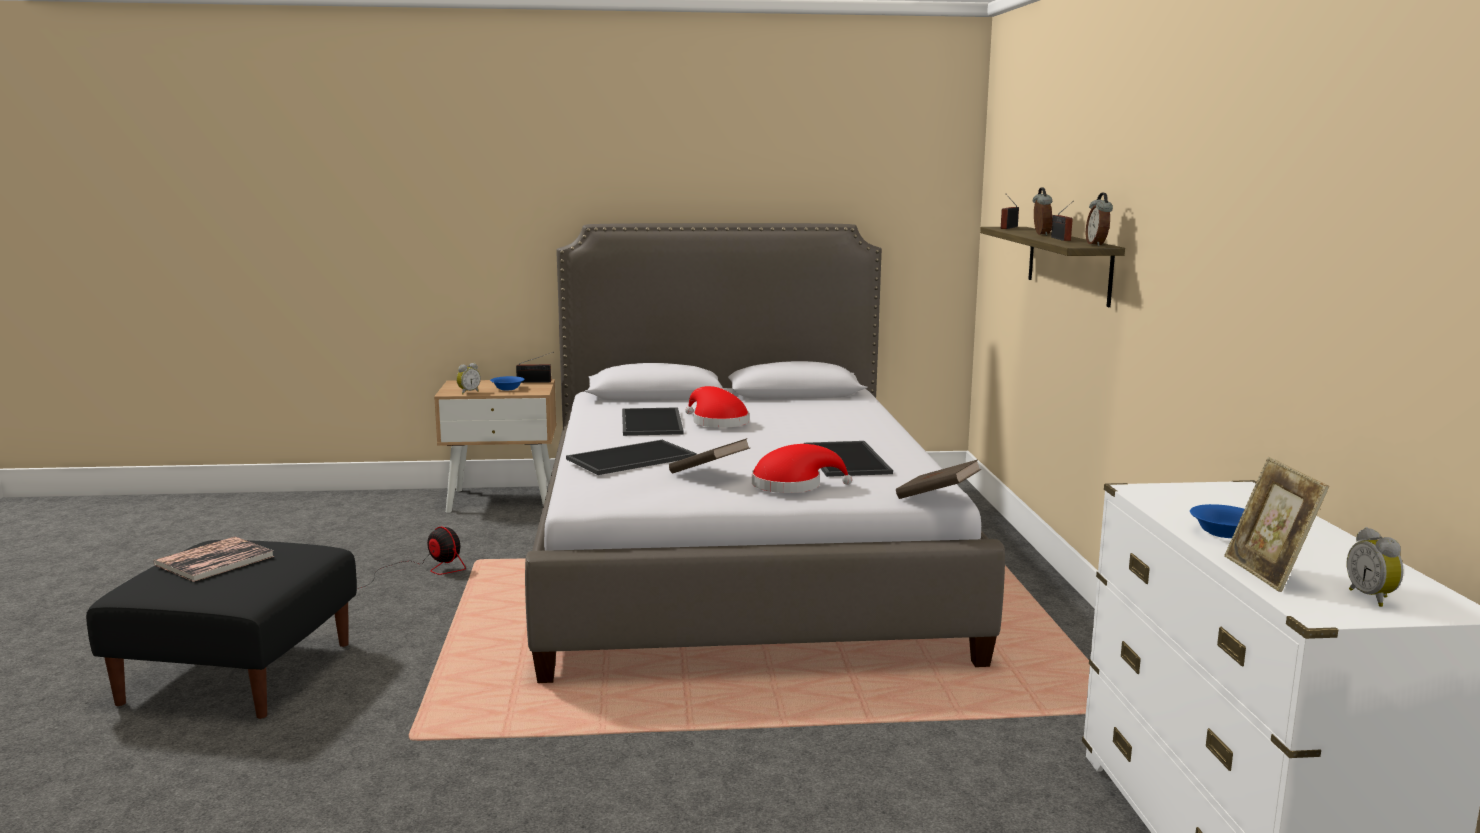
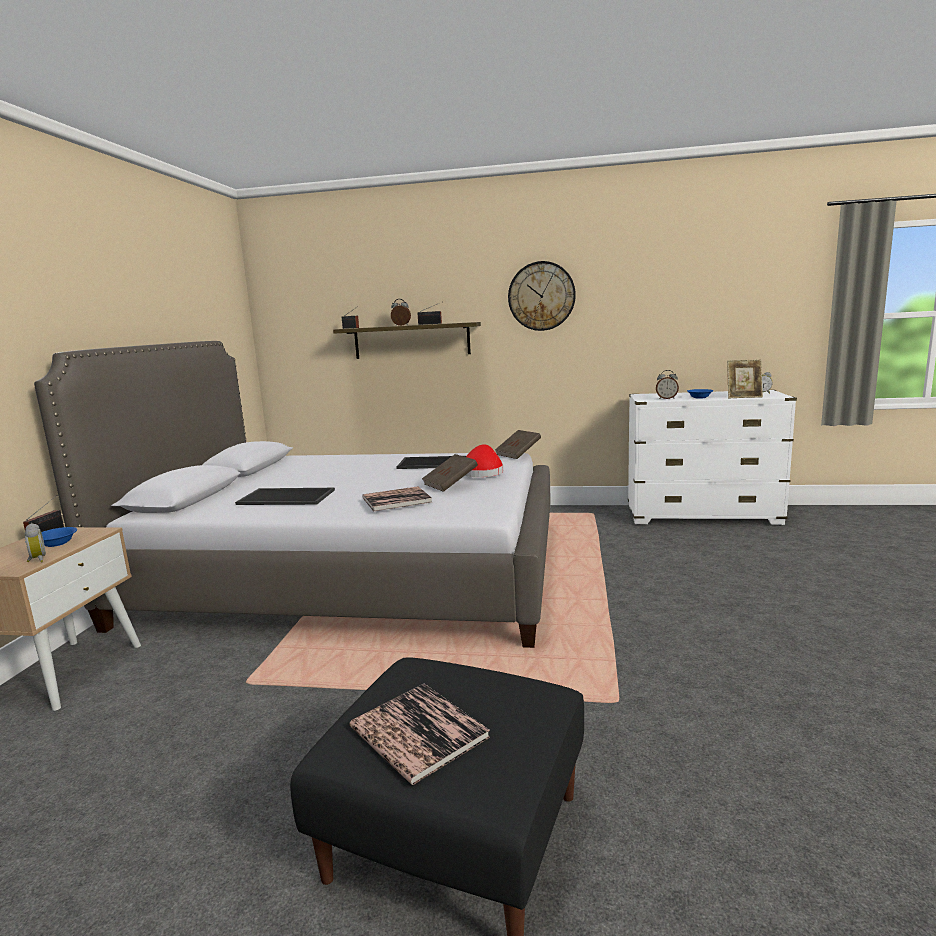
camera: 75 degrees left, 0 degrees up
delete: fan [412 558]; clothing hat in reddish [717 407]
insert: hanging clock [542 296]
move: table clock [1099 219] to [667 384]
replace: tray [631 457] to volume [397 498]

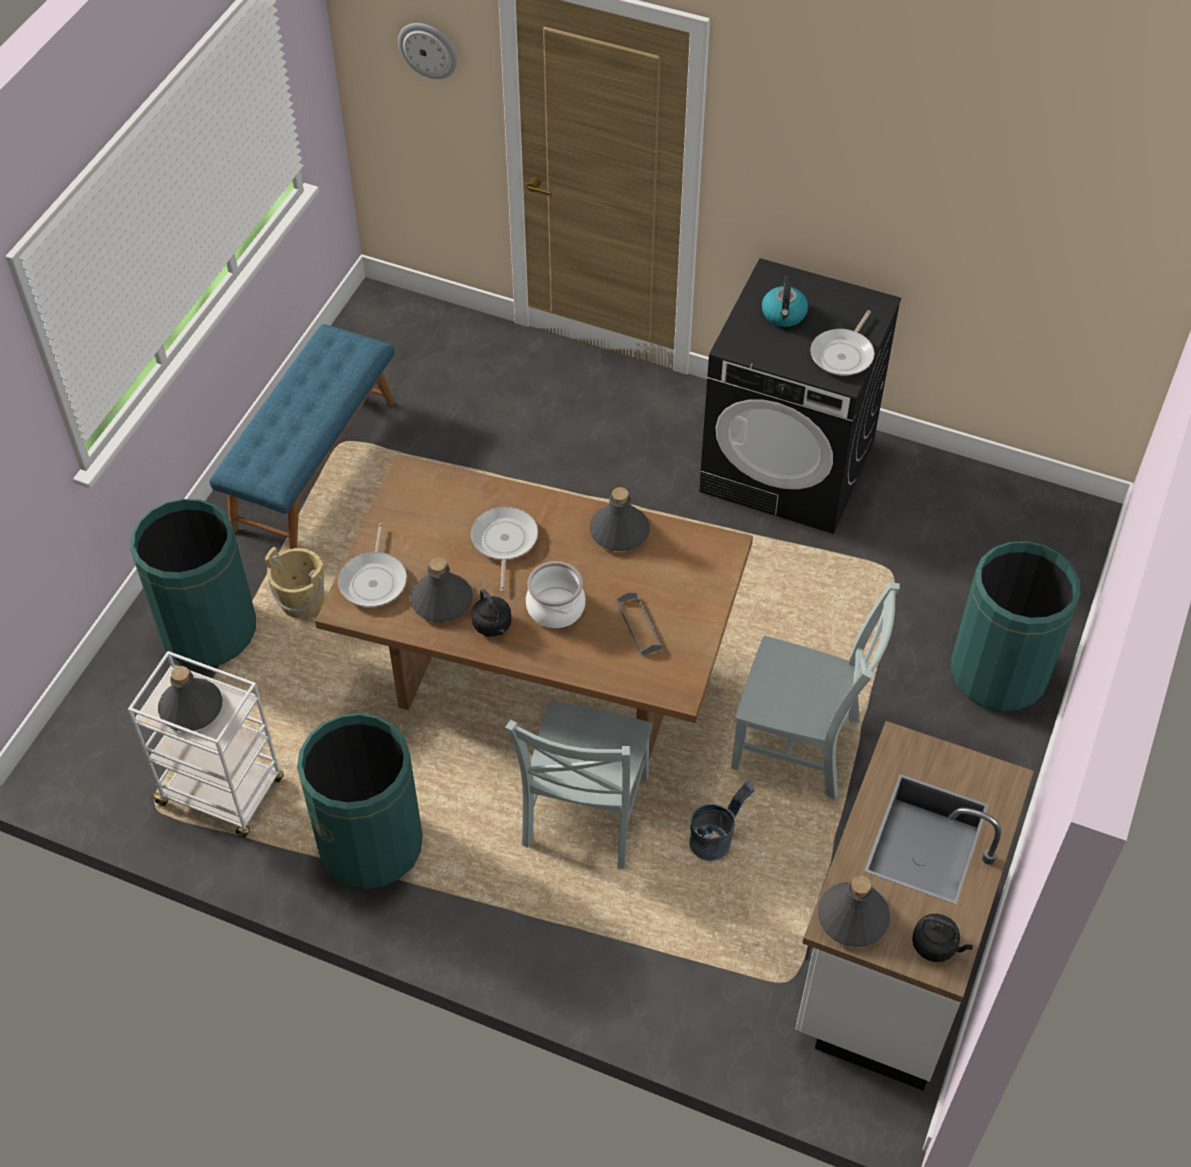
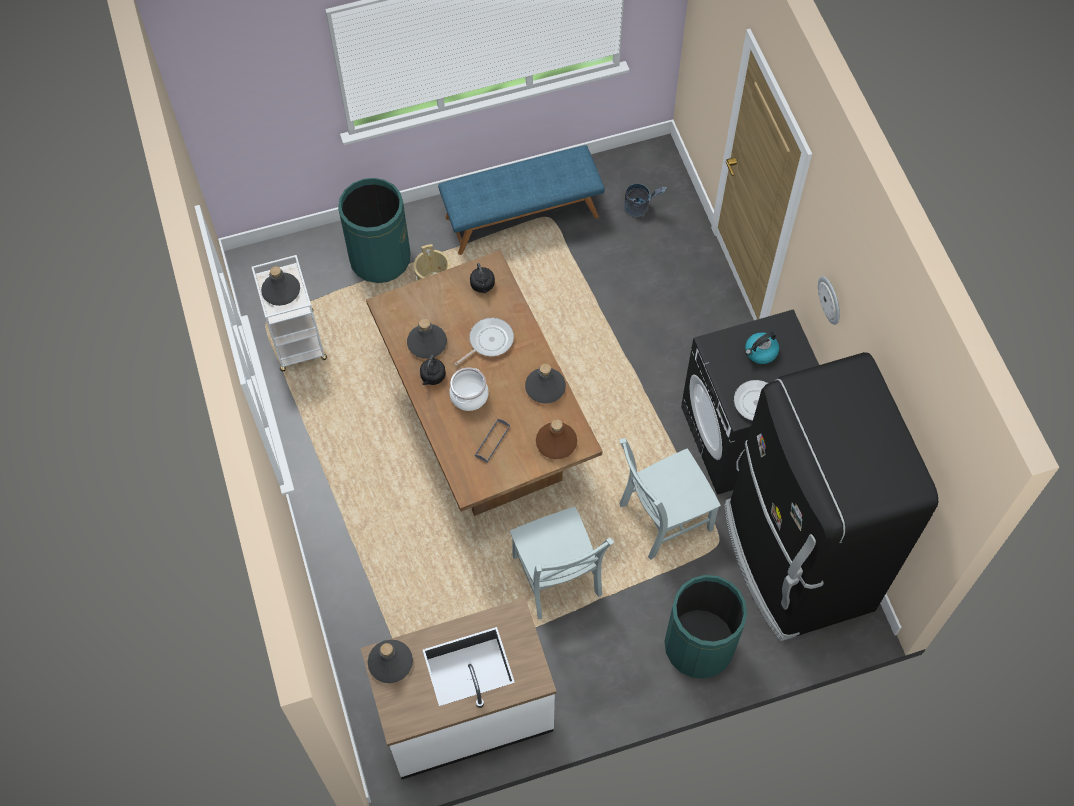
camera: 50 degrees right, 10 degrees up
delete: waste bin in greenish [360 801]; frying pan [372 565]
insert: bottle in brown [556 439]; fridge in black-coloured [831 496]
move: hanging clock [427 51] to [829 300]; upright chair in gray [579 785] to [670 499]; bucket in gray [722 820] to [645 200]; kettle in black-coloured [942 938] to [482 278]

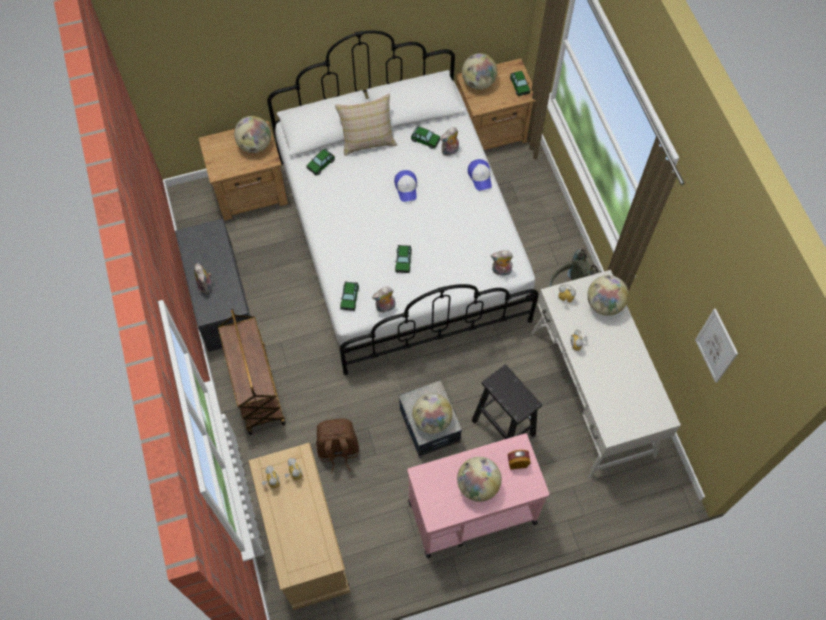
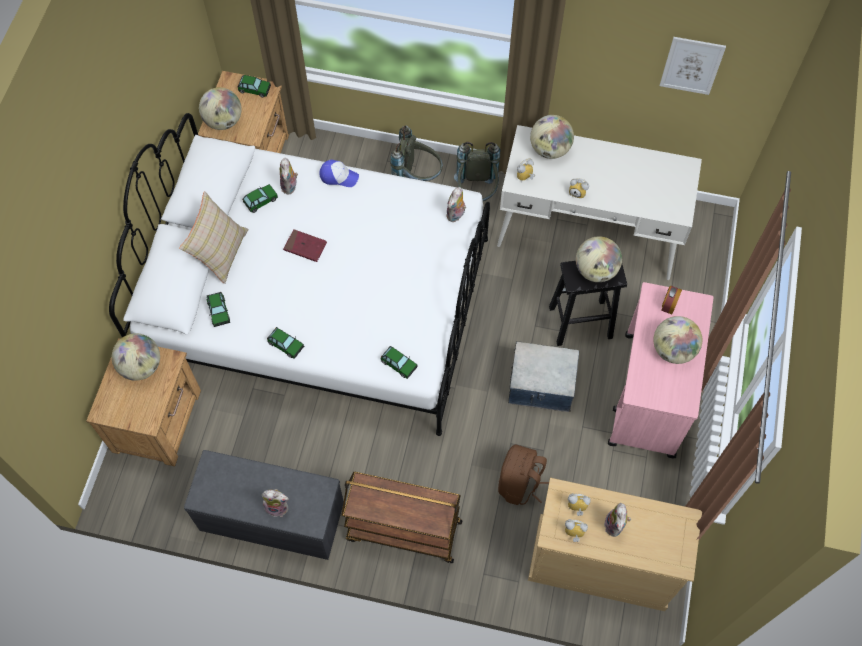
camera: 60 degrees left, 0 degrees up
insert: rucksack in gray [416 153]
move: cuddly toy [383 300] to [617 520]; model car [403 259] to [285 343]; globe [432 413] to [599 259]
replace: baseball cap [405 186] to volume in reddish [305 245]

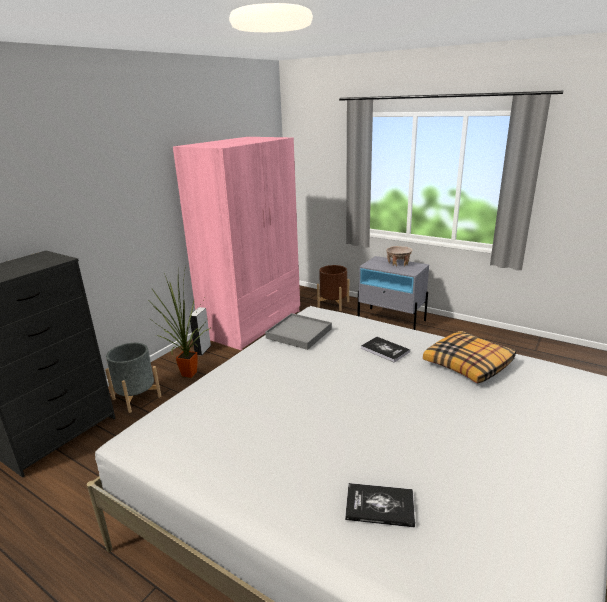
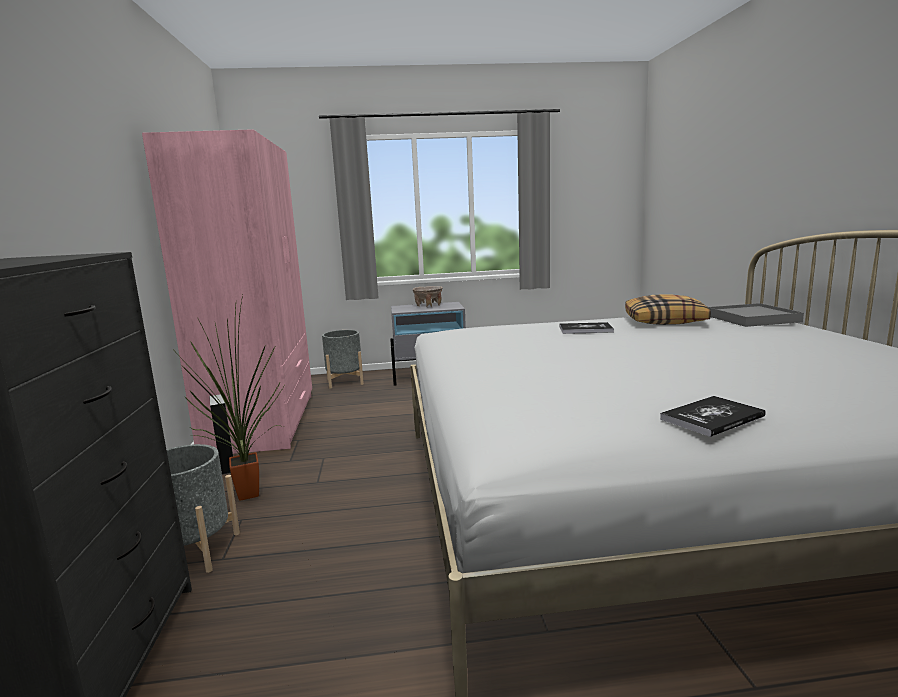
camera: 40 degrees left, 10 degrees down
move: tray in gray [298 331] to [756 315]; volume [380 505] to [713 416]
recolor: flower pot in brown [333 288] to flower pot in gray [343 359]

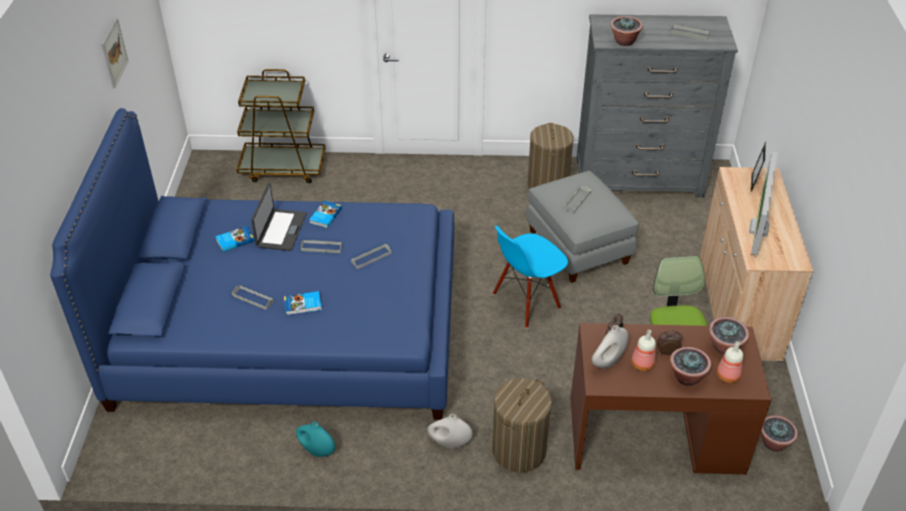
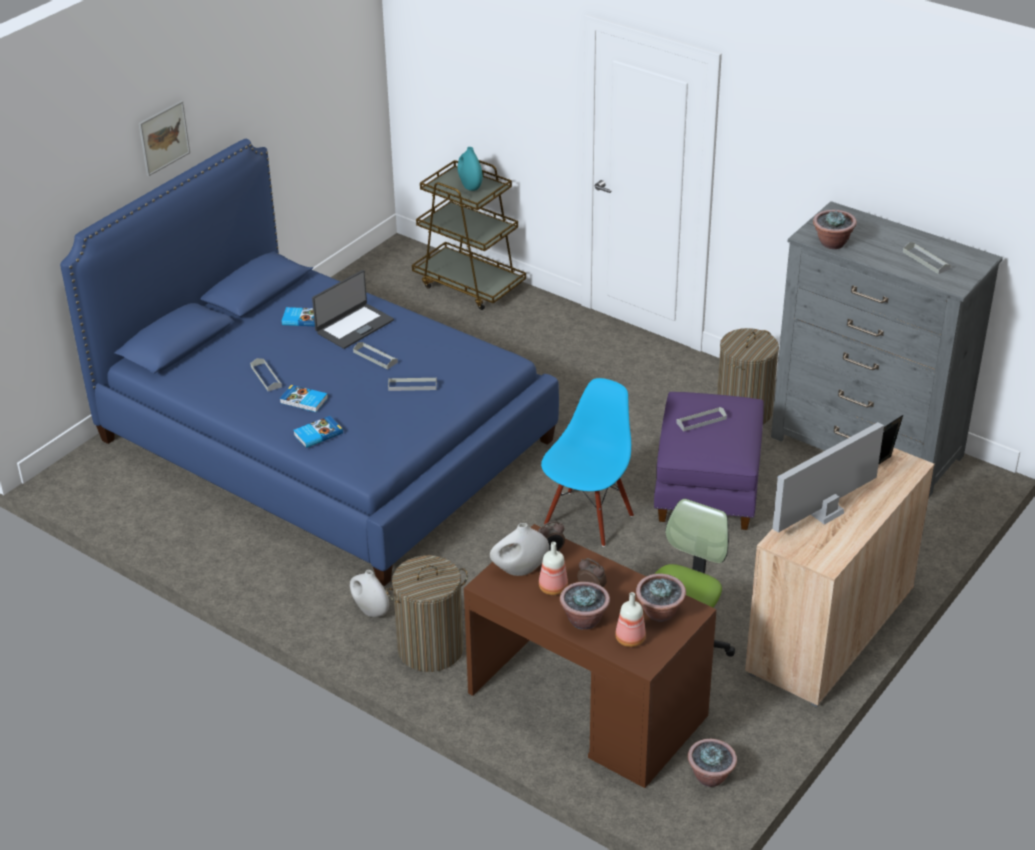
camera: 35 degrees right, 5 degrees down
move: wall art [115 53] to [164 138]; flower vase in turquoise-coloured [315 439] to [470 169]; volume [325 214] to [318 432]
recolor: footrest in gray [582 227] to footrest in purplish [709 461]
rotate: upright chair in blue [530 277] = [587 462] 120 degrees clockwise

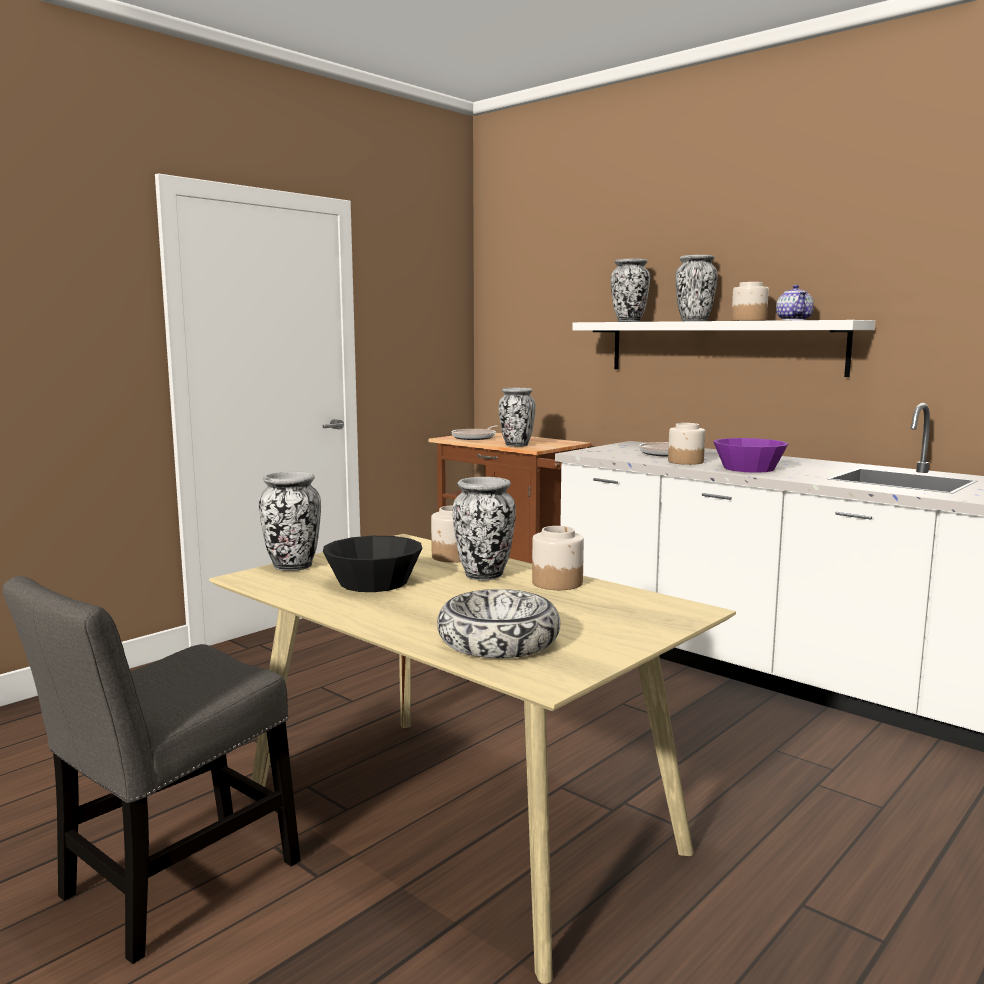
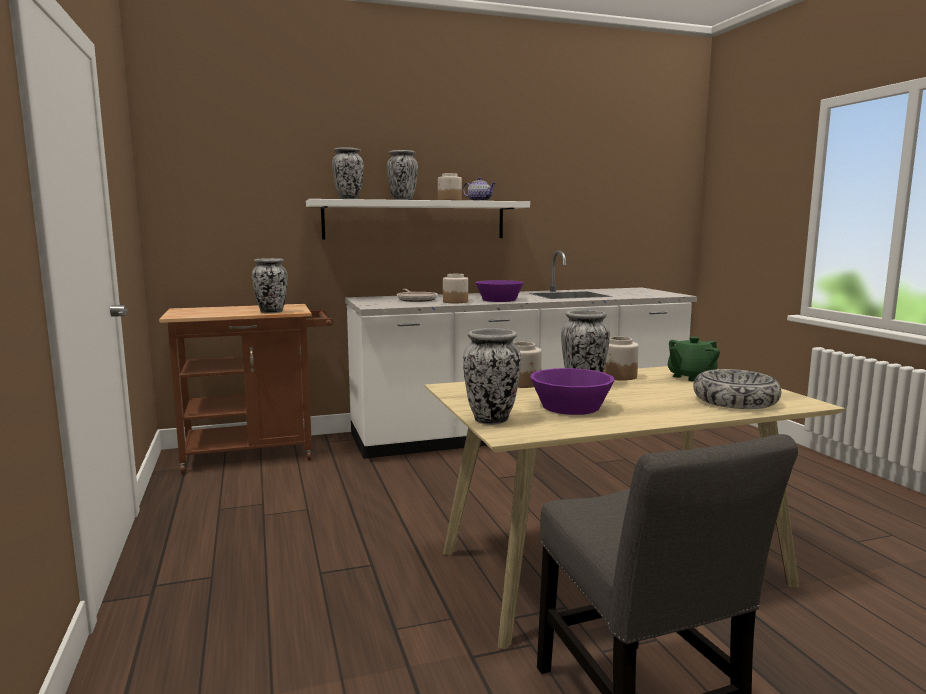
camera: 60 degrees left, 0 degrees up
delete: frying pan [474 433]
insert: pot for tea in greenish [694 359]
recolor: serving bowl in black-coloured [372 564] to serving bowl in purplish [572 391]

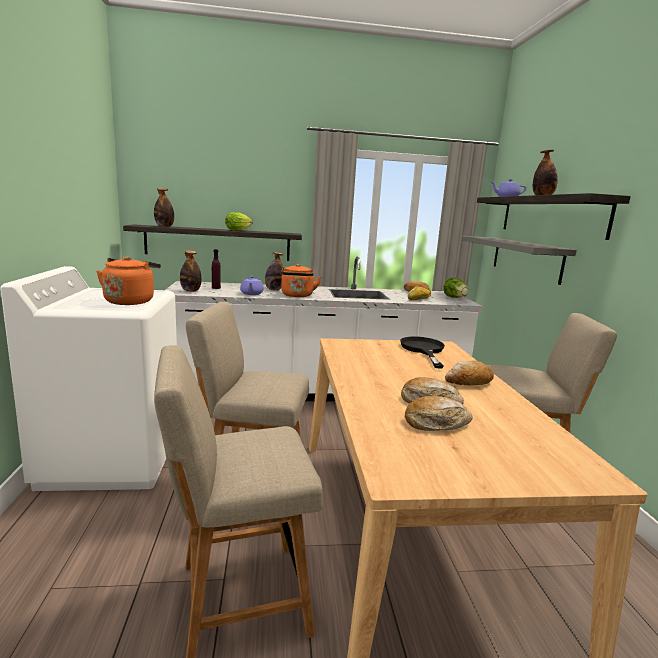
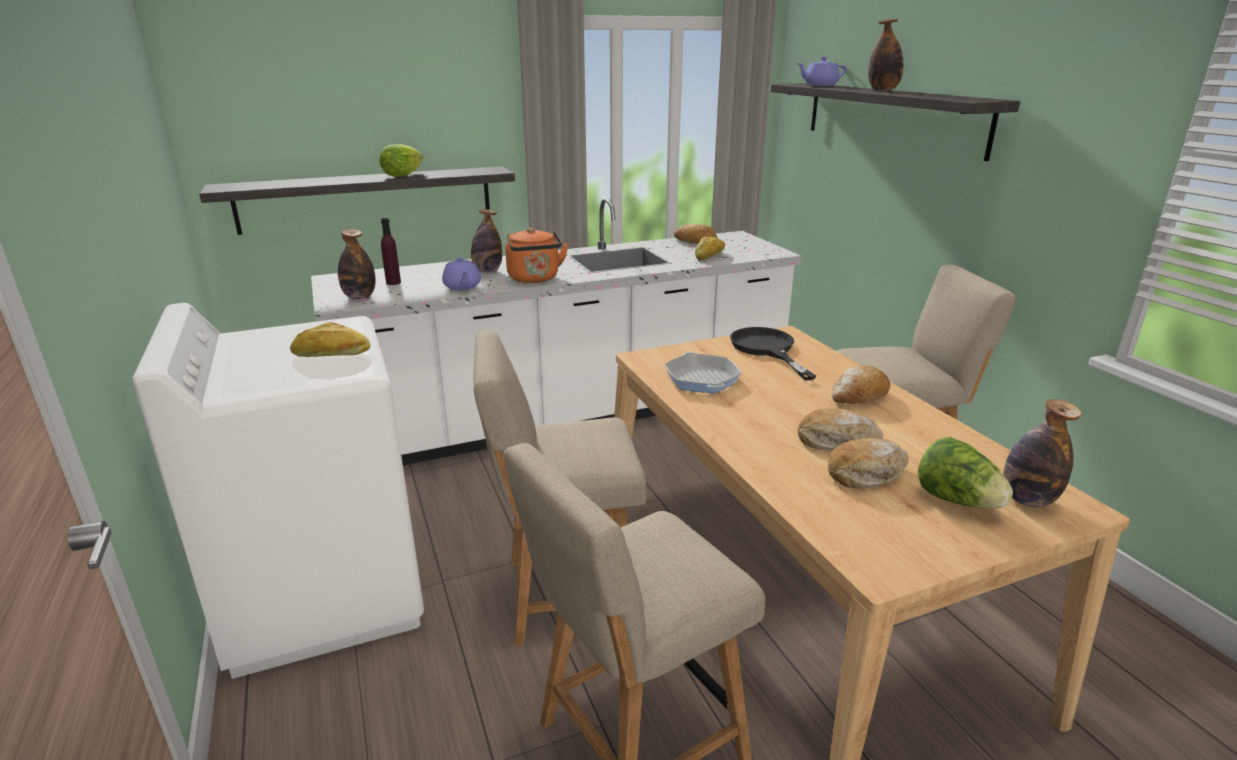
camera: 15 degrees left, 10 degrees up
delete: wall shelf in gray [519 260]
insert: frying pan [703 372]
move: bottle [164 207] to [1042 453]; head of lettuce [456 287] to [965 473]
replace: kettle in orangey [128 280] to bread [330 339]

